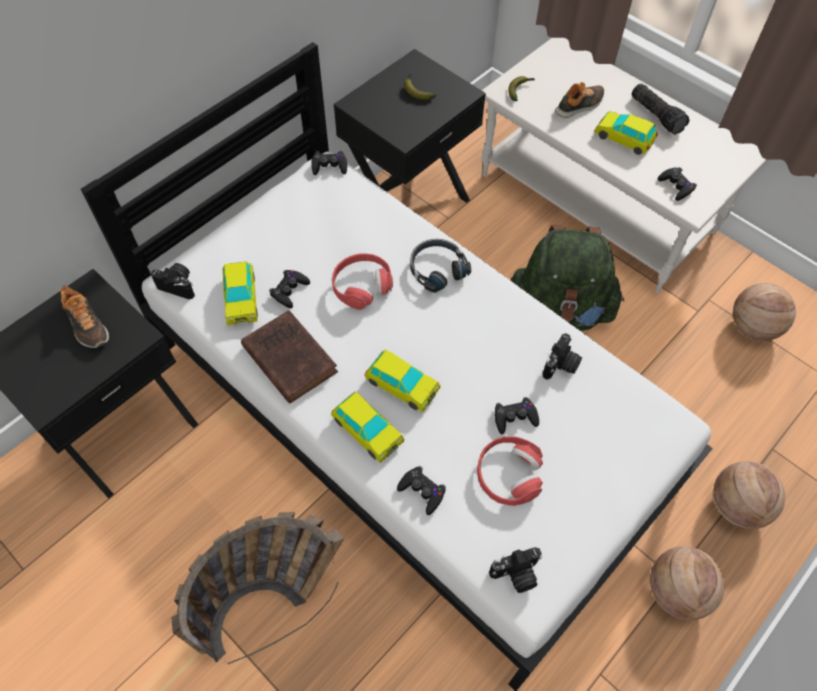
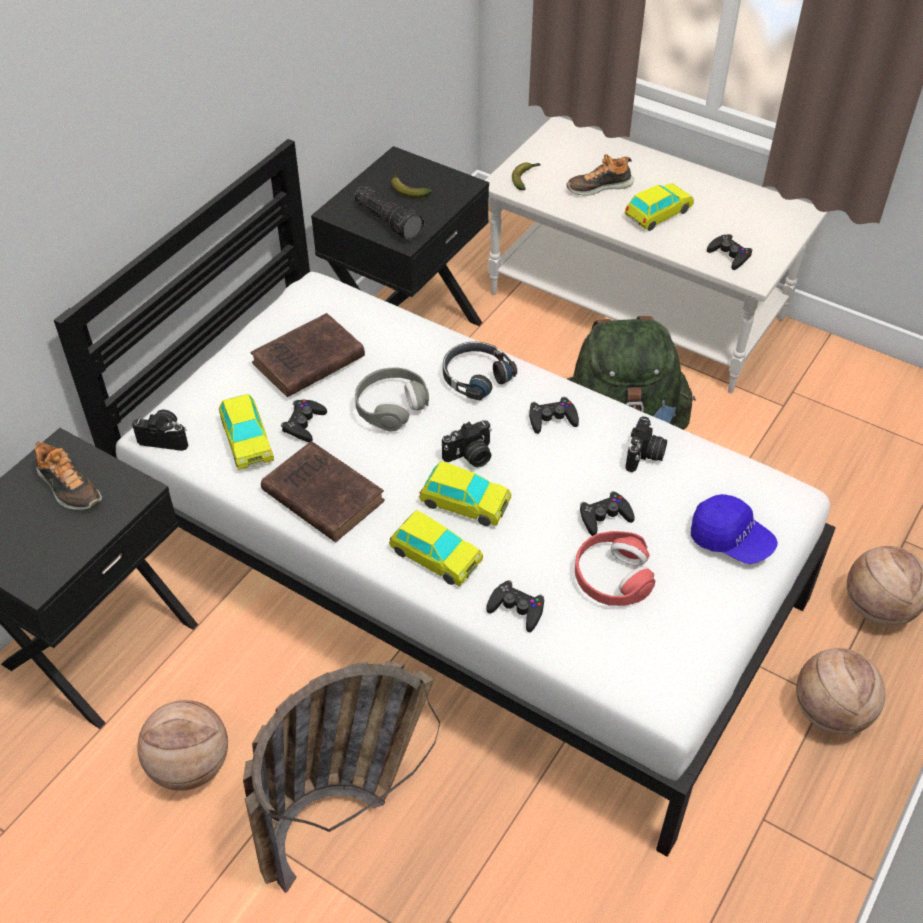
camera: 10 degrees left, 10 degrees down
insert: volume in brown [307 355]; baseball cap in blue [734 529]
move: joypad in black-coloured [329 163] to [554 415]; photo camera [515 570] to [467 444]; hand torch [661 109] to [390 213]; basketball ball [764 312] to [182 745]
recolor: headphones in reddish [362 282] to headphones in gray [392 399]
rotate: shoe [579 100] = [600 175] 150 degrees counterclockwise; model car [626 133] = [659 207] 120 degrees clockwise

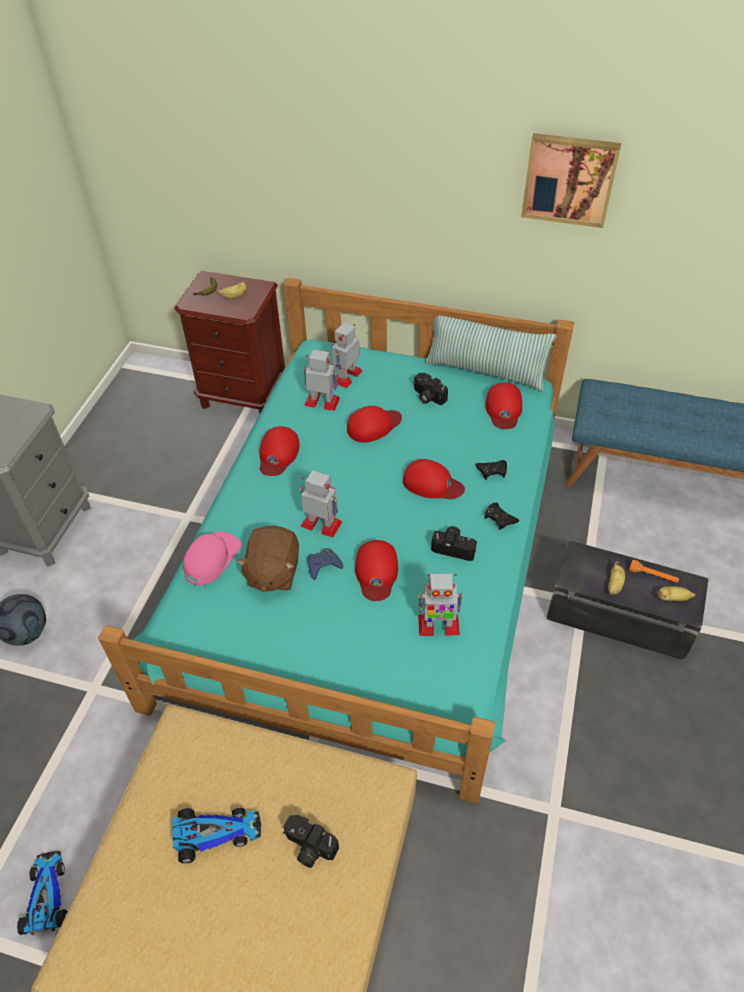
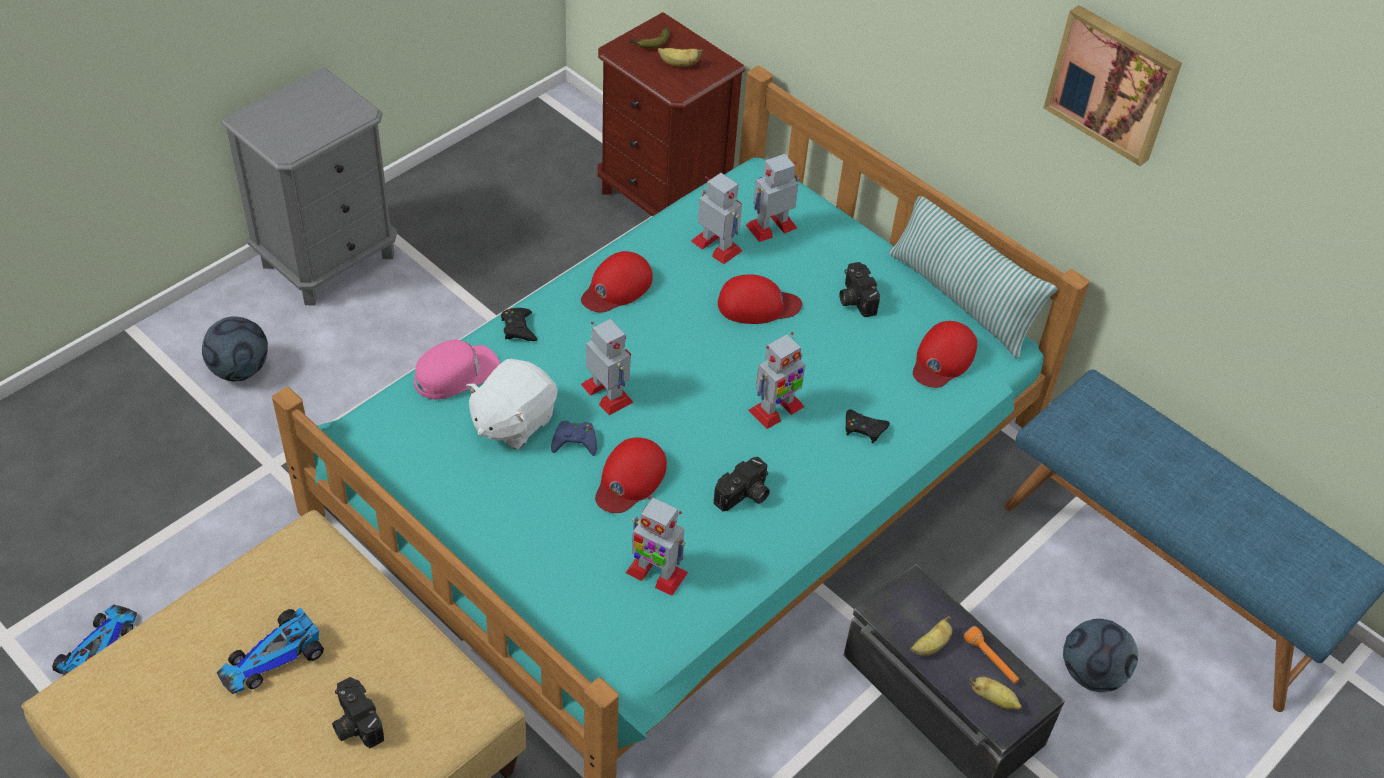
camera: 25 degrees right, 0 degrees up
insert: football ball [1100 655]
move: joypad in black-coloured [501 516] to [519 324]
replace: baseball cap in reddish [434 479] to toy robot [776 380]
recolor: cuddly toy in brown [267 559] to cuddly toy in white-coloured [511 404]
rotate: model car [217 835] = [270 650] 120 degrees clockwise; photo camera [454 543] = [741 484] 90 degrees clockwise

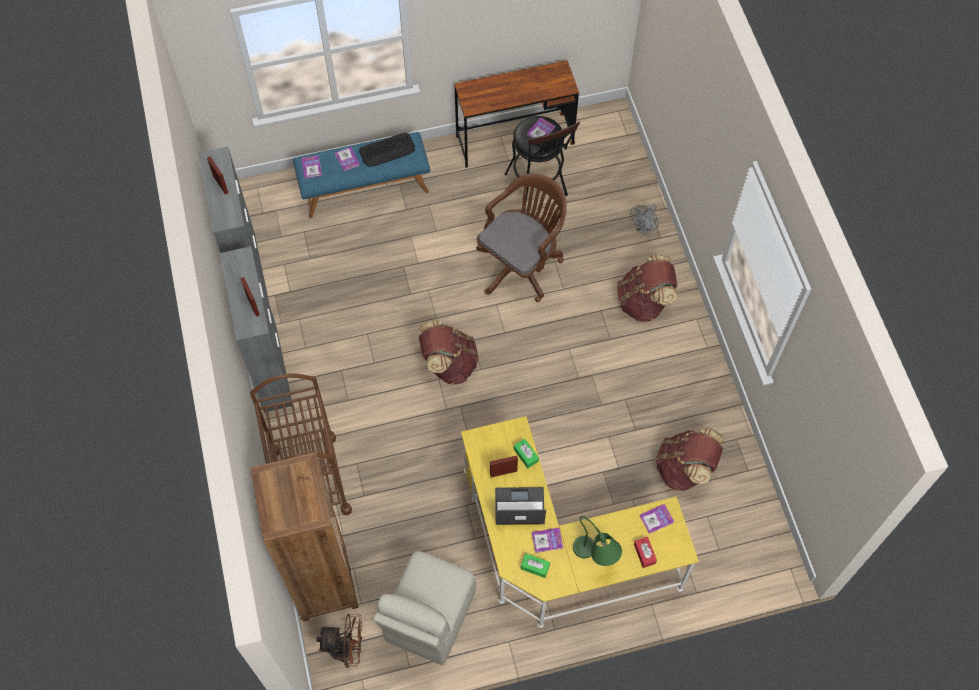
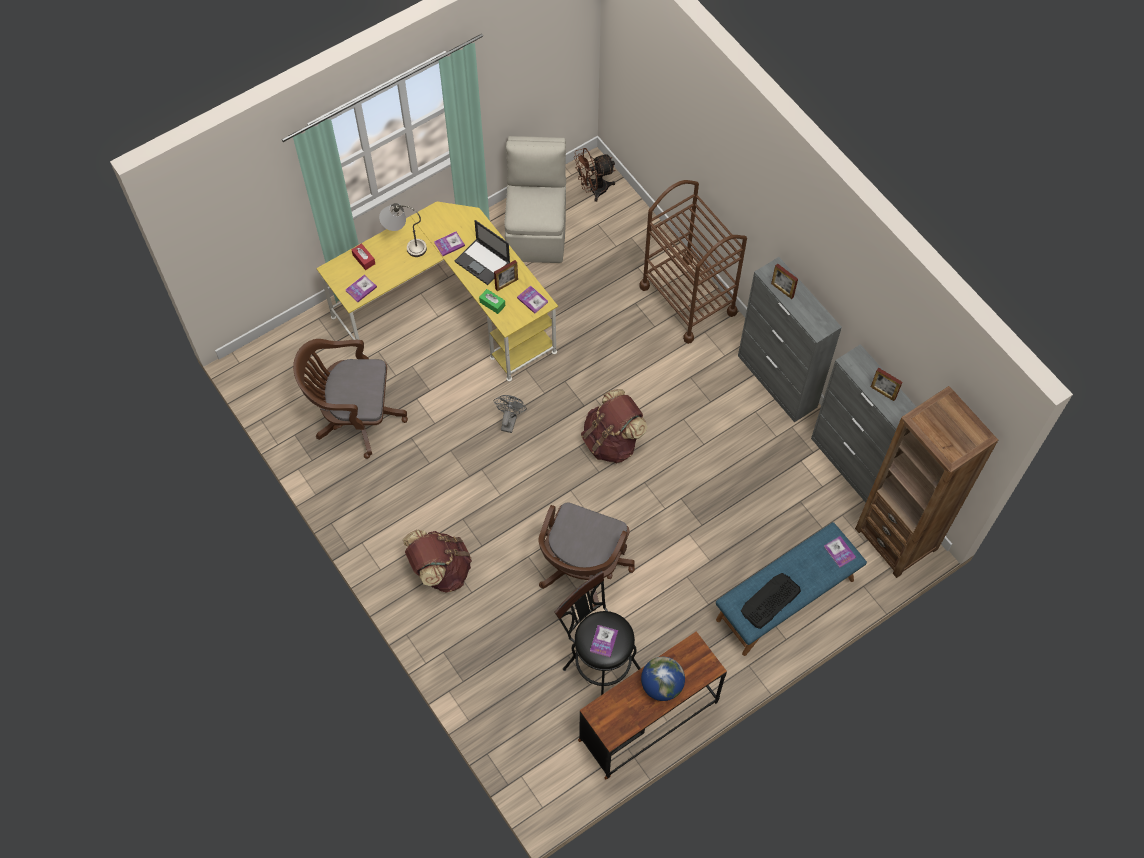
camera: 160 degrees right, 0 degrees up
delete: box of tissues in greenish [535 566]
insert: globe [663 679]
move: bookcase in brown [304 537] to [926 482]; volume [347 159] to [532 300]; fan in gray [644 219] to [510 414]
replace: rucksack in brown [690 459] to computer chair in brown [350 399]
recolor: lamp for a table in greenish [597 541] to lamp for a table in gray [403 230]
rotate: notebook computer [520 506] = [482 252] 60 degrees clockwise

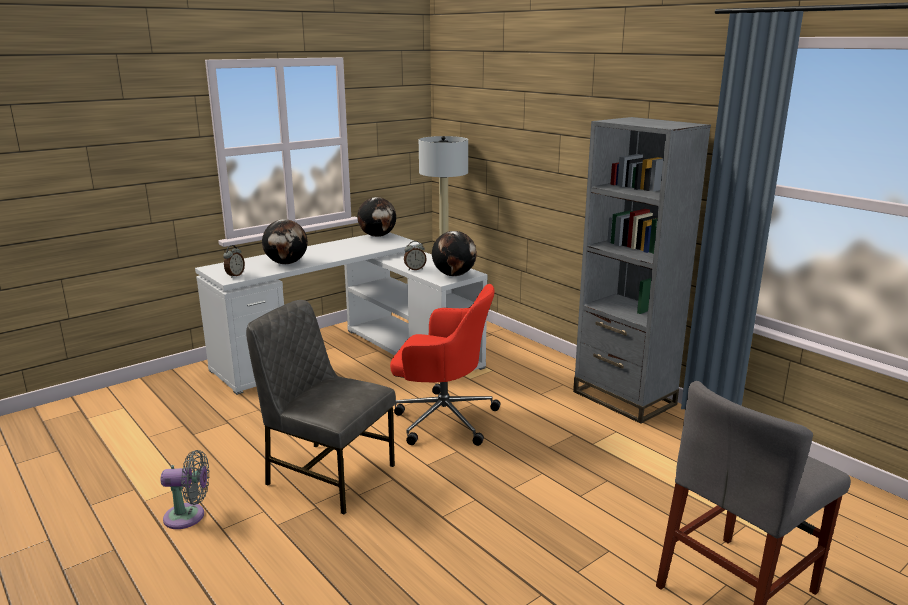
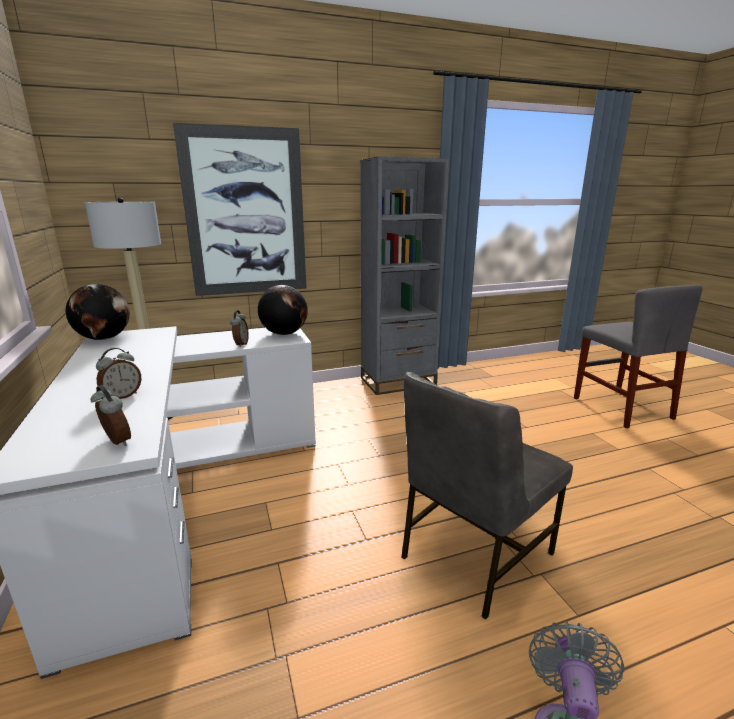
camera: 70 degrees left, 0 degrees up
delete: computer chair in reddish [445 365]
insert: wall art [240 209]
replace: globe [285 241] to table clock [119 373]

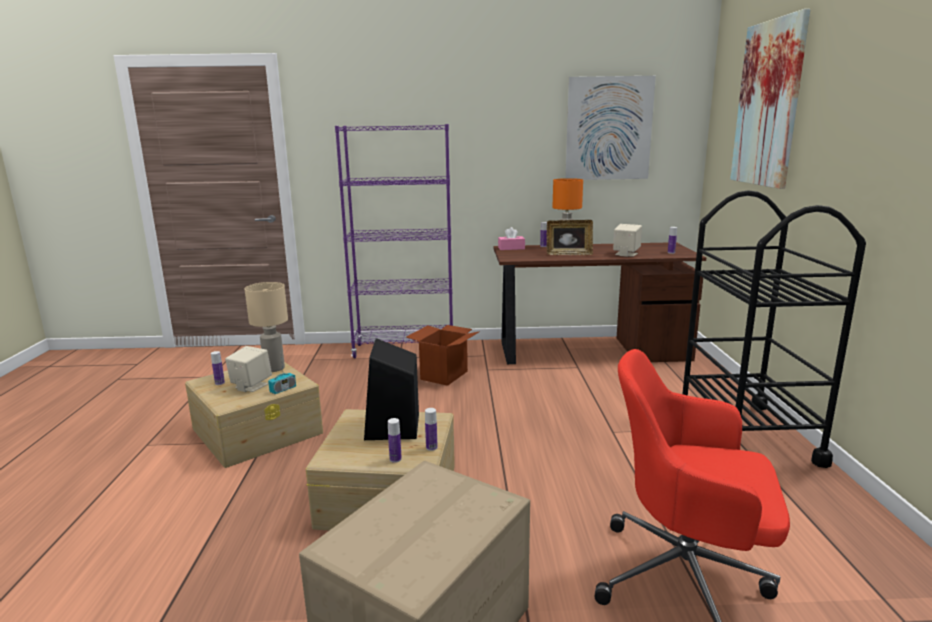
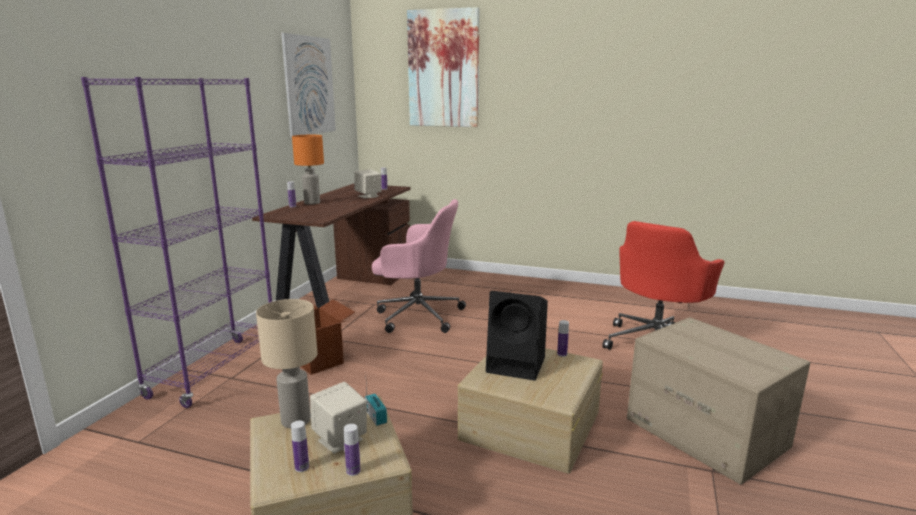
camera: 70 degrees left, 0 degrees up
delete: box of tissues in pink-coloured [511 238]; standing frame [570 237]; trolley in black-coloured [774 329]
insert: computer chair in pink-coloured [419 266]
move: bottle [395 440] to [352 450]

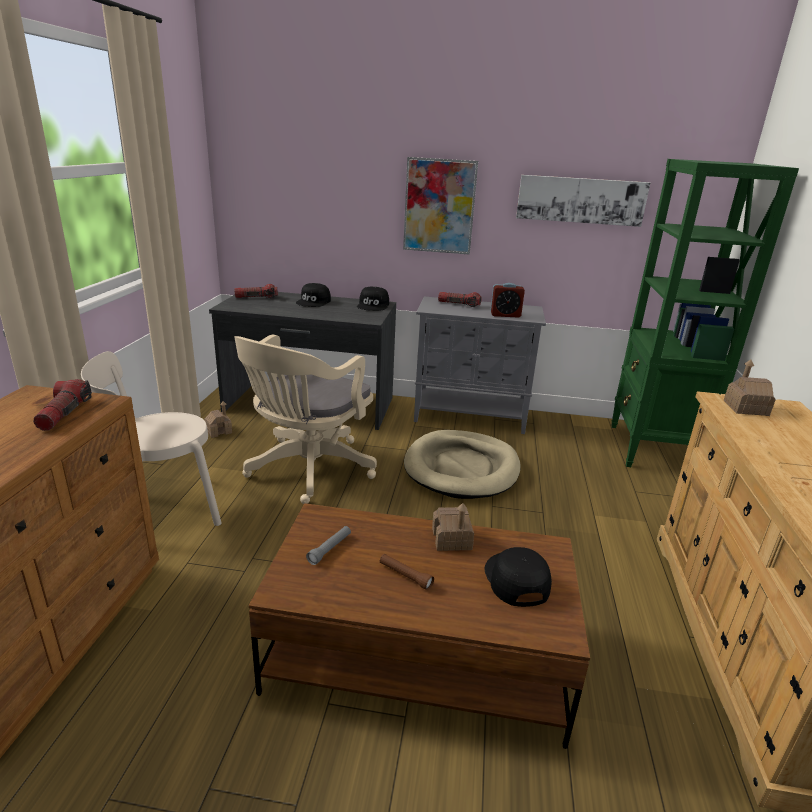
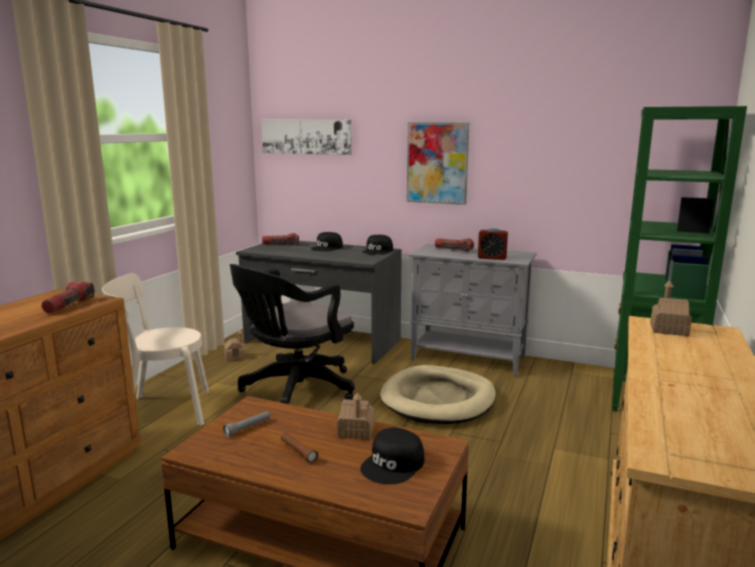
camera: 15 degrees right, 10 degrees down
move: wall art [583 201] to [306 137]
recolor: computer chair in sand-coloured [305 419] to computer chair in black-coloured [292 334]
rotate: baseball cap in black-coloured [518 577] = [392 455] 150 degrees counterclockwise

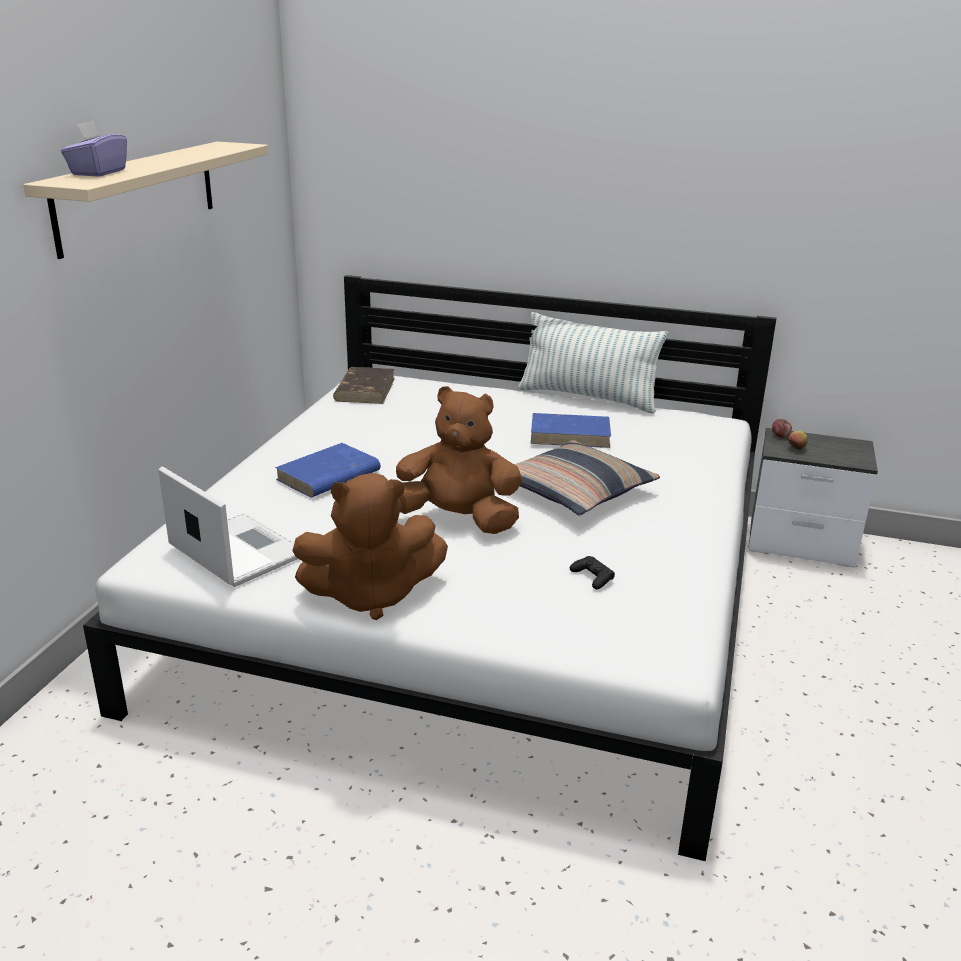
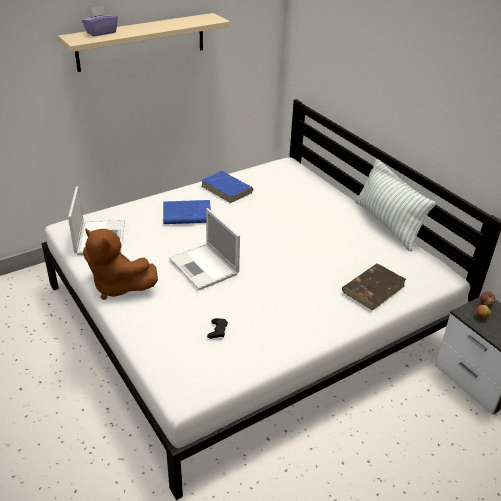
camera: 40 degrees right, 10 degrees up
delete: throw pillow [587 477]
move: volume in brown [364 385] to [374 287]; volume in blue [571 430] to [227 187]
replace: cuddly toy in brown [459 460] to notebook computer [204 249]

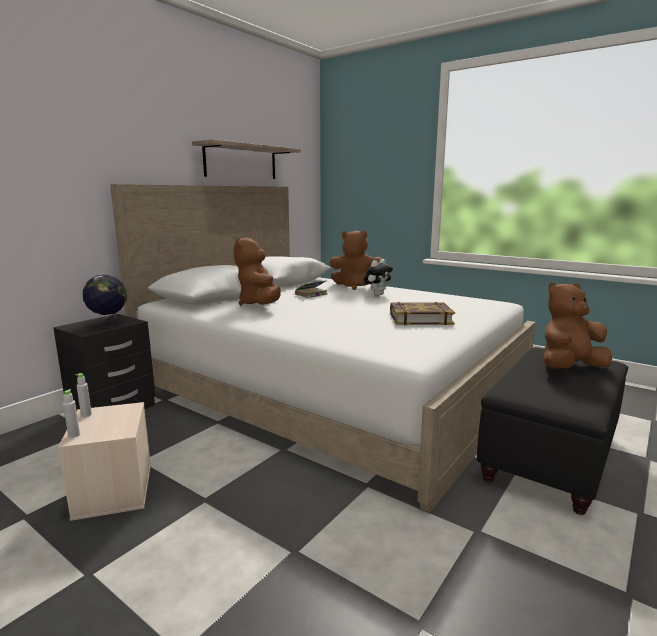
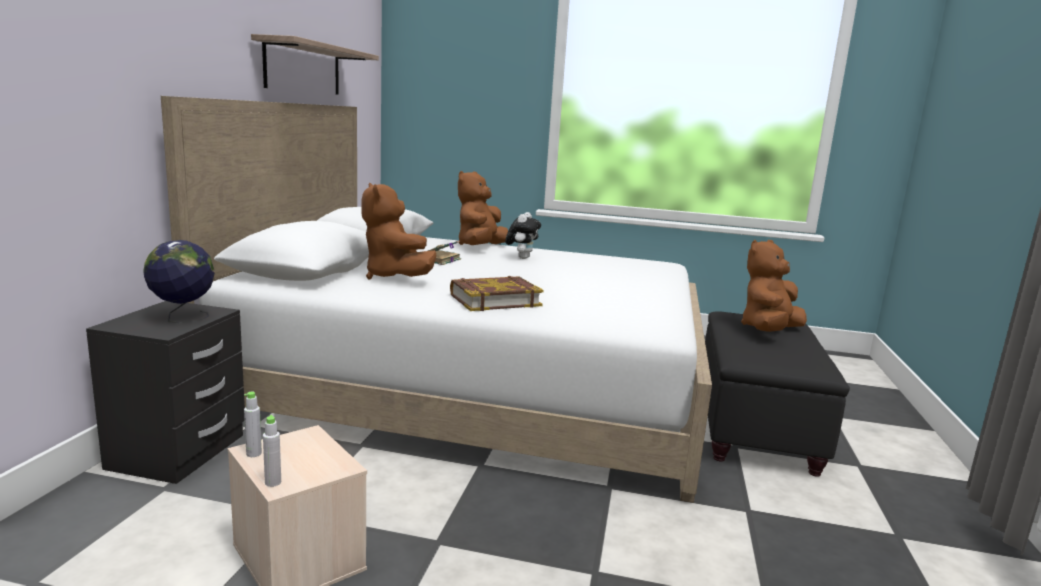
camera: 25 degrees left, 0 degrees up
move: volume [422 313] to [497 293]
rotate: cuddly toy in brown [356 260] = [483 208] 120 degrees clockwise

